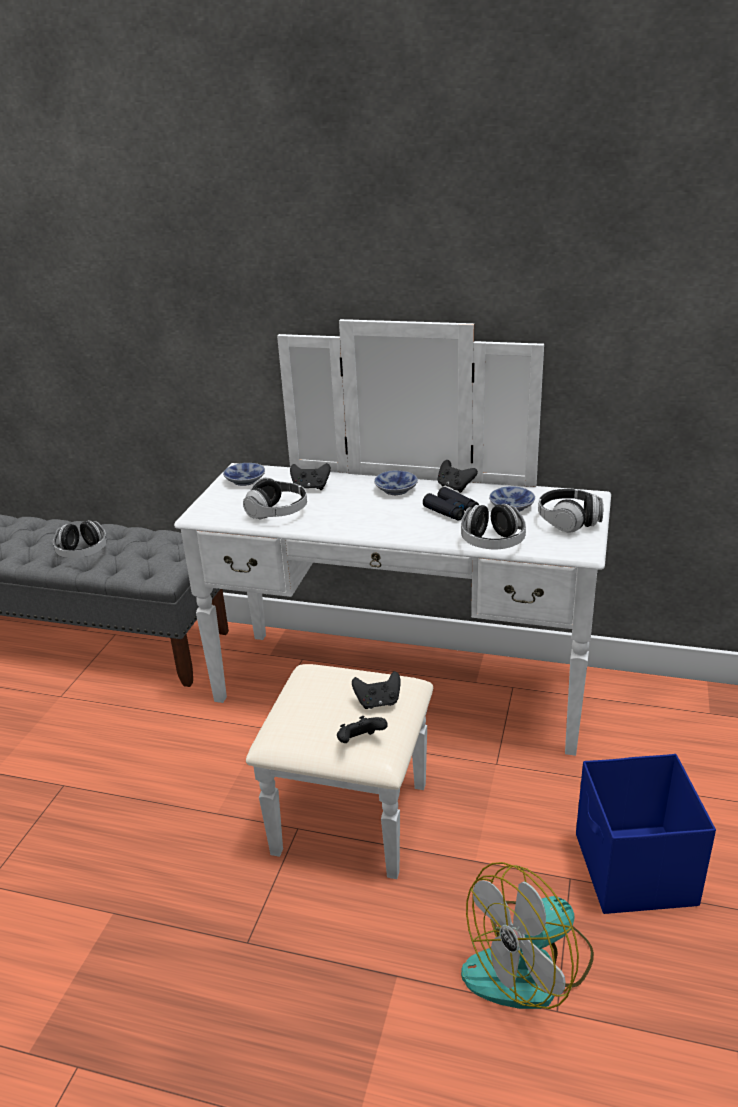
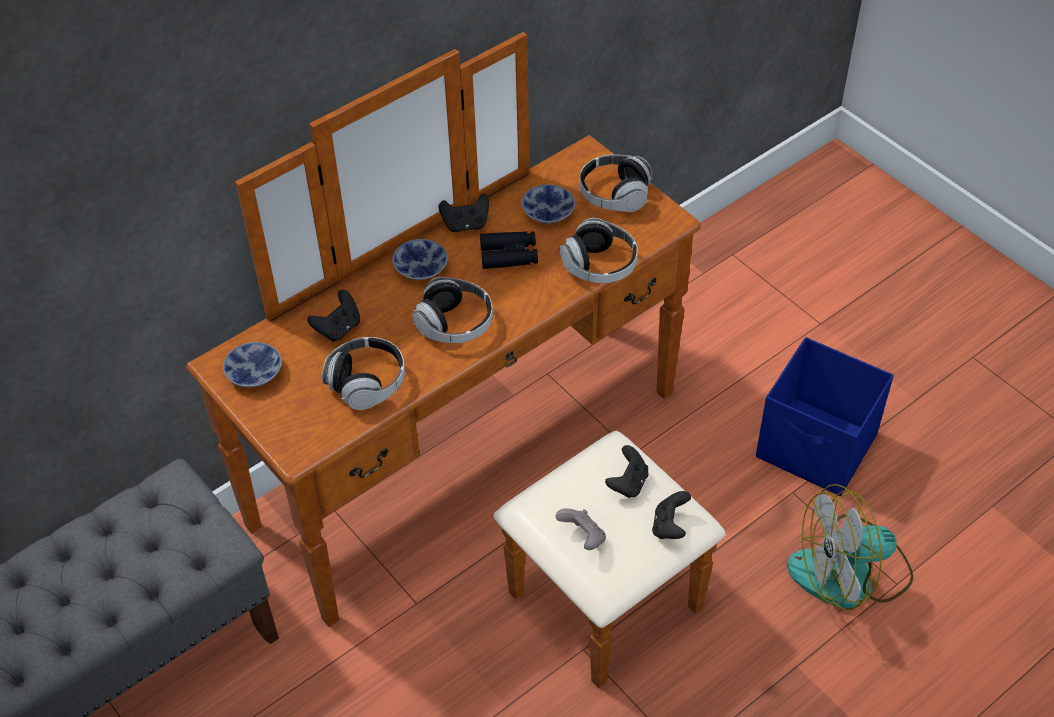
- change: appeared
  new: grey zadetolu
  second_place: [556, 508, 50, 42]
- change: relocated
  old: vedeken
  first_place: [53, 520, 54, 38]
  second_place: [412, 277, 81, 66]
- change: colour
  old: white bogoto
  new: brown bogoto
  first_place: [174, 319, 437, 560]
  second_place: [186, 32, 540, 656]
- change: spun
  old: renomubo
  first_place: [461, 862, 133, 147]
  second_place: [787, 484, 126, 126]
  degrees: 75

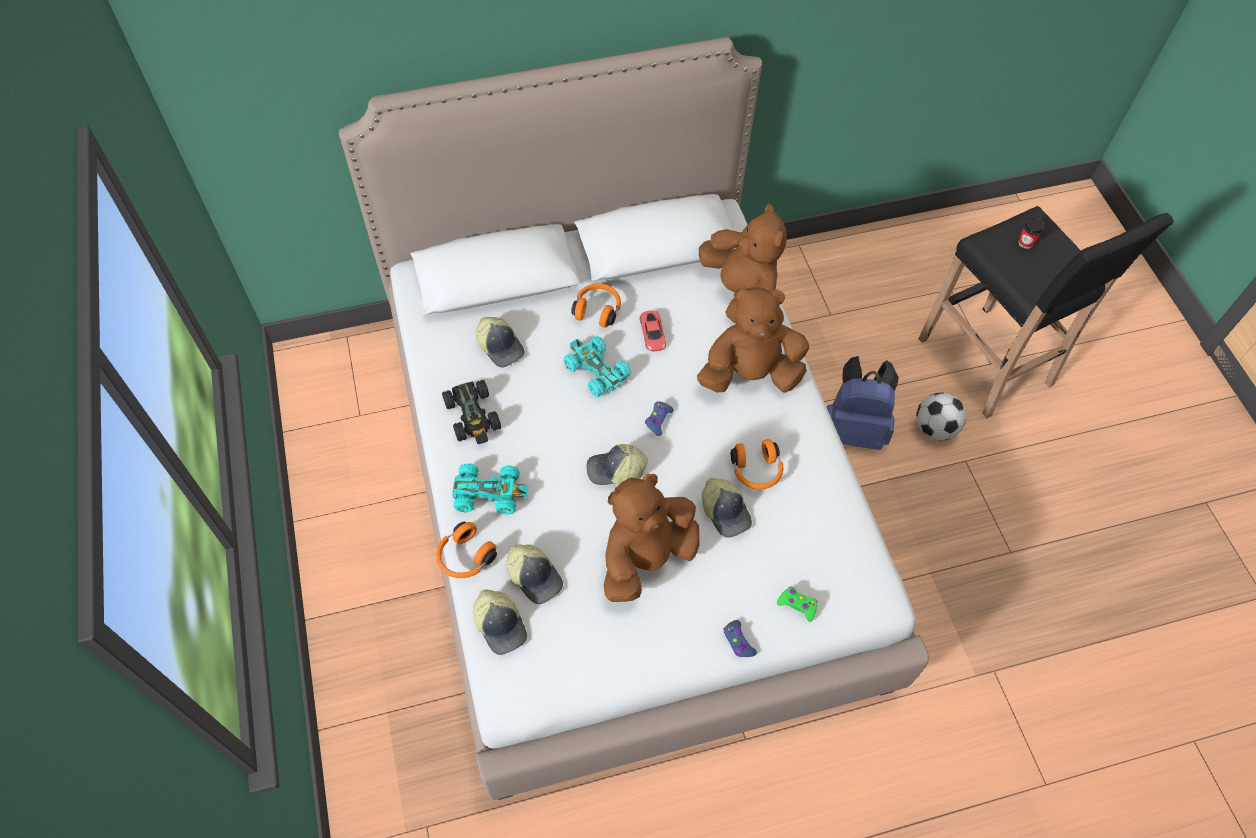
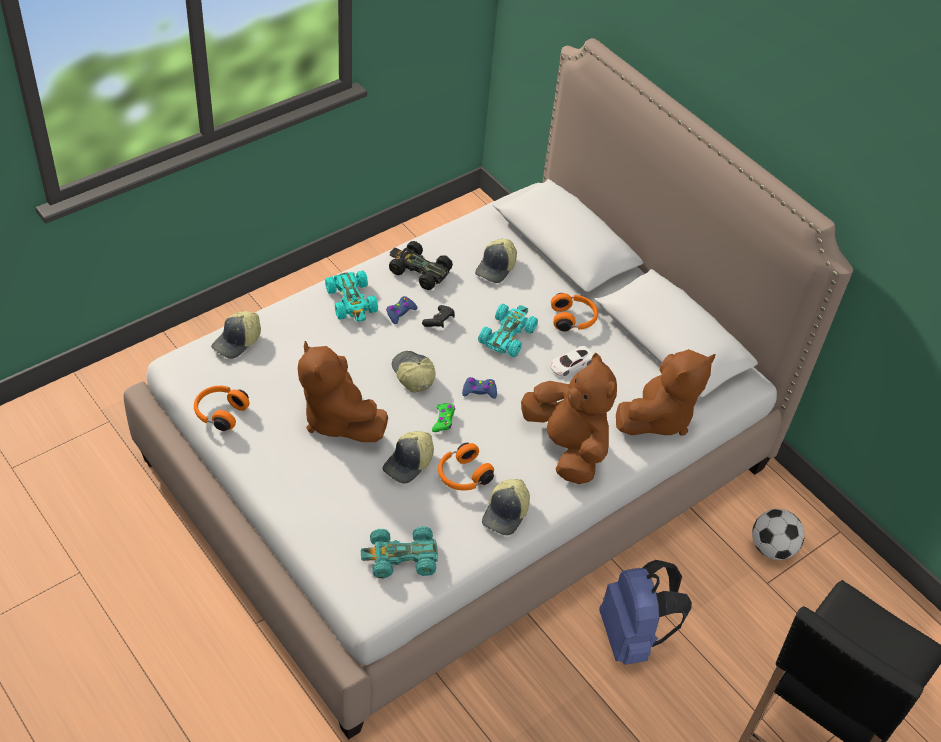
- change: missing
  old: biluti
  first_place: [1018, 218, 27, 31]
- change: appeared
  new: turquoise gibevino
  second_place: [361, 526, 77, 52]
- change: appeared
  new: black zadetolu
  second_place: [422, 305, 33, 23]
- change: relocated
  old: orange vedeken
  first_place: [436, 522, 61, 56]
  second_place: [194, 386, 56, 45]
- change: relocated
  old: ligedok
  first_place: [506, 545, 57, 59]
  second_place: [482, 479, 48, 56]
- change: relocated
  old: blue zadetolu
  first_place: [723, 620, 34, 37]
  second_place: [386, 296, 32, 28]
- change: relocated
  old: green zadetolu
  first_place: [777, 587, 40, 35]
  second_place: [432, 403, 23, 29]
- change: relocated
  old: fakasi
  first_place: [916, 393, 50, 47]
  second_place: [752, 509, 53, 51]
- change: colour
  old: red gibevino
  new: white gibevino
  first_place: [640, 310, 26, 41]
  second_place: [550, 346, 43, 30]
- change: spun
  old: black gibevino
  first_place: [442, 380, 59, 64]
  second_place: [389, 241, 64, 49]
  degrees: 75
- change: spun
  old: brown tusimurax
  first_place: [604, 474, 95, 128]
  second_place: [298, 341, 90, 101]
  degrees: -150

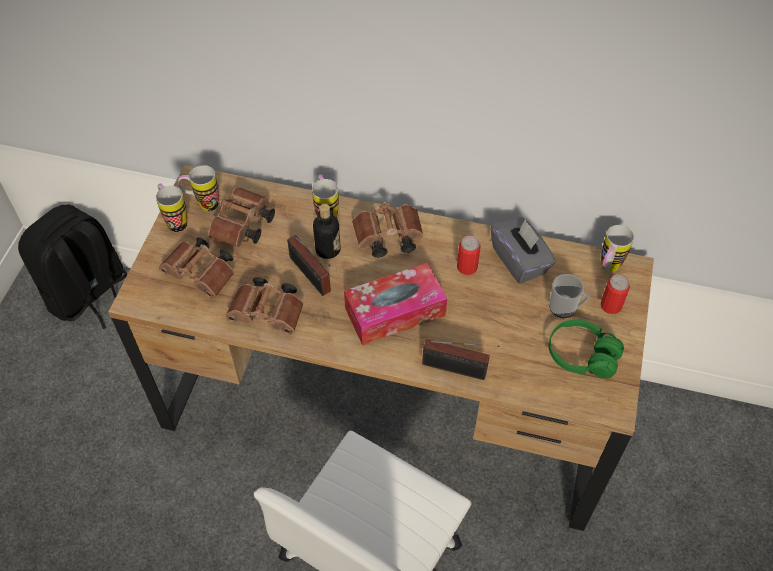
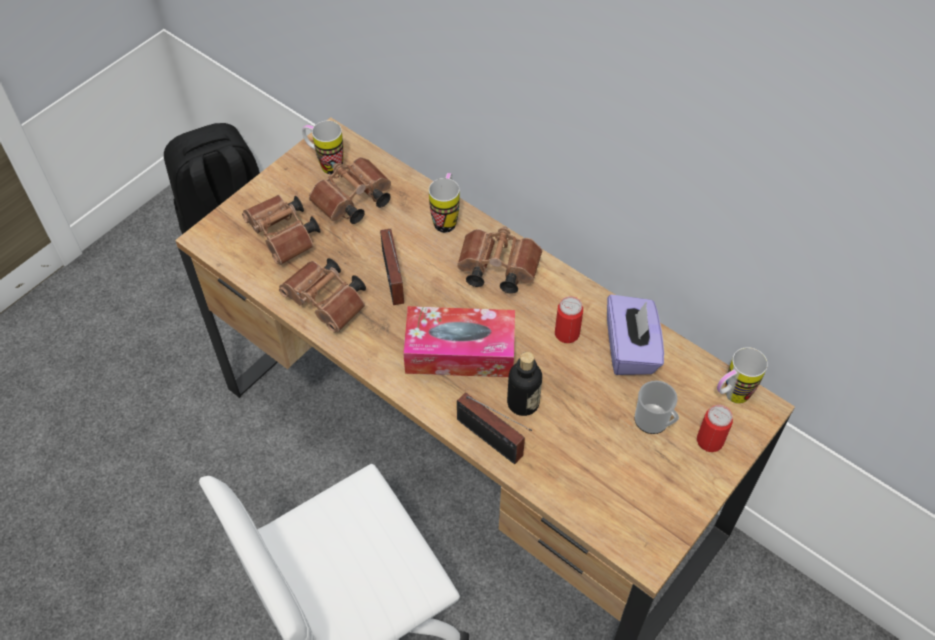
- change: missing
  old: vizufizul
  first_place: [156, 183, 31, 49]
- change: missing
  old: green vedeken
  first_place: [549, 319, 75, 60]
- change: relocated
  old: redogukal
  first_place: [313, 204, 28, 55]
  second_place: [507, 352, 35, 64]
- change: colour
  old: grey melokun
  new: purple melokun
  first_place: [490, 217, 66, 67]
  second_place: [607, 295, 57, 80]

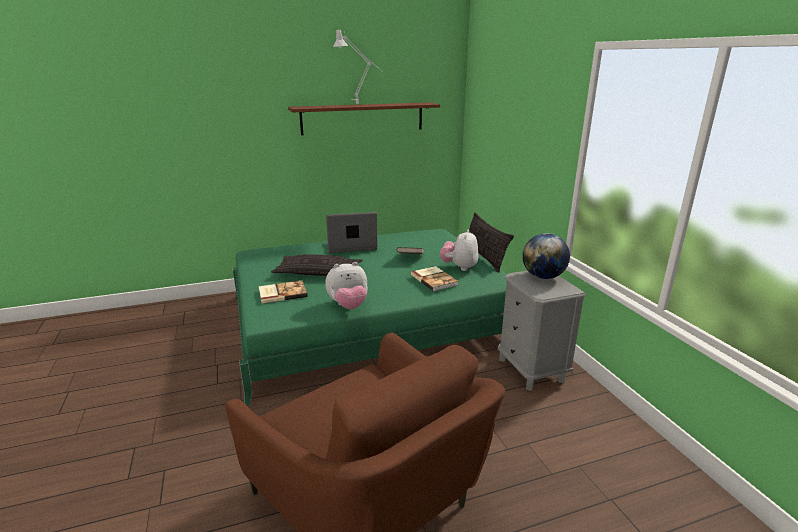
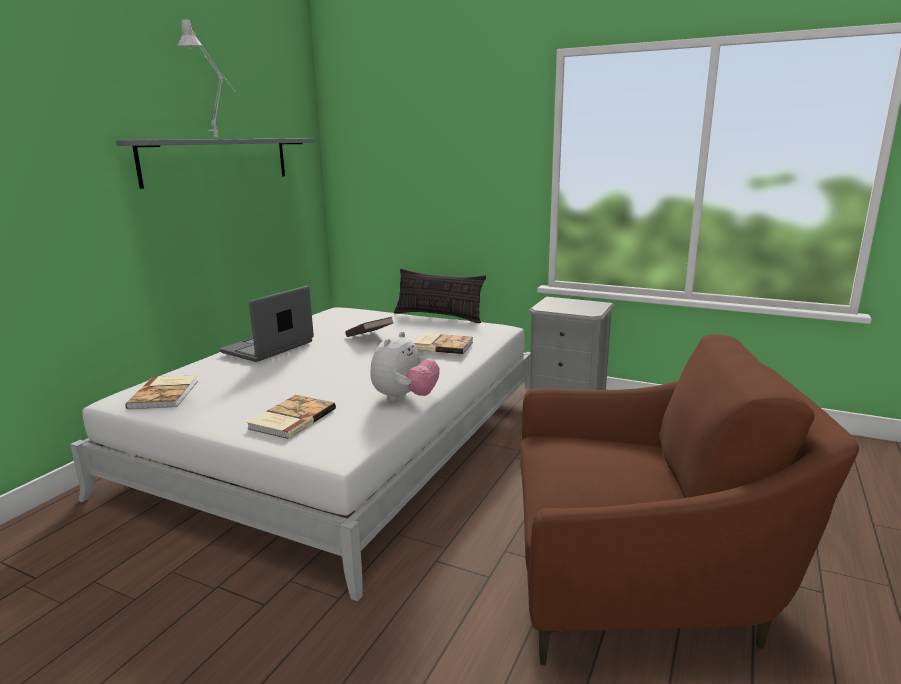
- change: missing
  old: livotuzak
  first_place: [271, 254, 92, 22]
- change: missing
  old: tusimurax
  first_place: [440, 229, 39, 42]
- change: missing
  old: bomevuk
  first_place: [522, 233, 48, 46]
- change: appeared
  new: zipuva
  second_place: [125, 375, 73, 35]
- change: colour
  old: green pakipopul
  new: white pakipopul
  first_place: [233, 229, 274, 177]
  second_place: [70, 307, 460, 295]
- change: colour
  old: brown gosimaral
  new: grey gosimaral
  first_place: [288, 102, 152, 33]
  second_place: [116, 138, 200, 51]

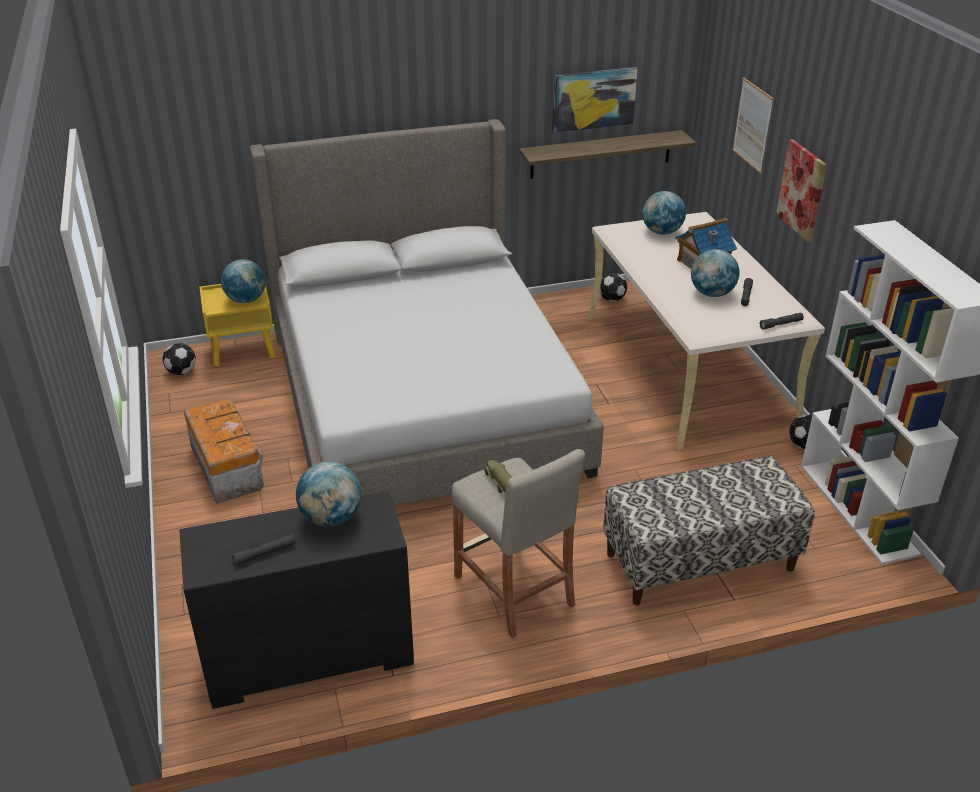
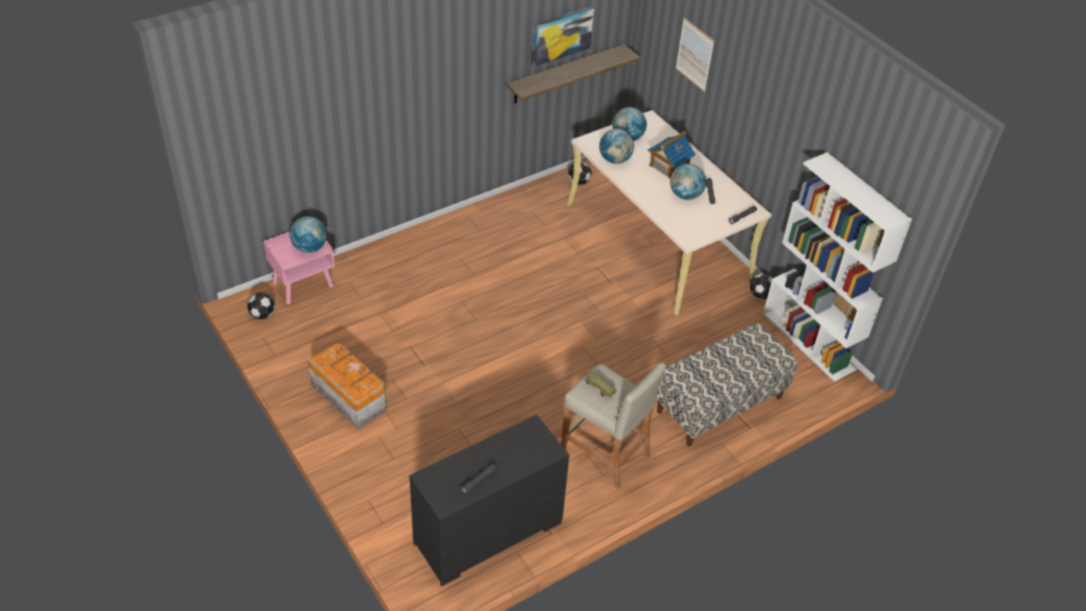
- change: missing
  old: pakipopul
  first_place: [250, 119, 354, 387]
- change: missing
  old: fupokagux
  first_place: [776, 139, 51, 104]
- change: relocated
  old: bomevuk
  first_place: [296, 462, 65, 65]
  second_place: [599, 129, 35, 35]
- change: colour
  old: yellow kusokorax
  new: pink kusokorax
  first_place: [200, 284, 75, 83]
  second_place: [263, 232, 72, 73]

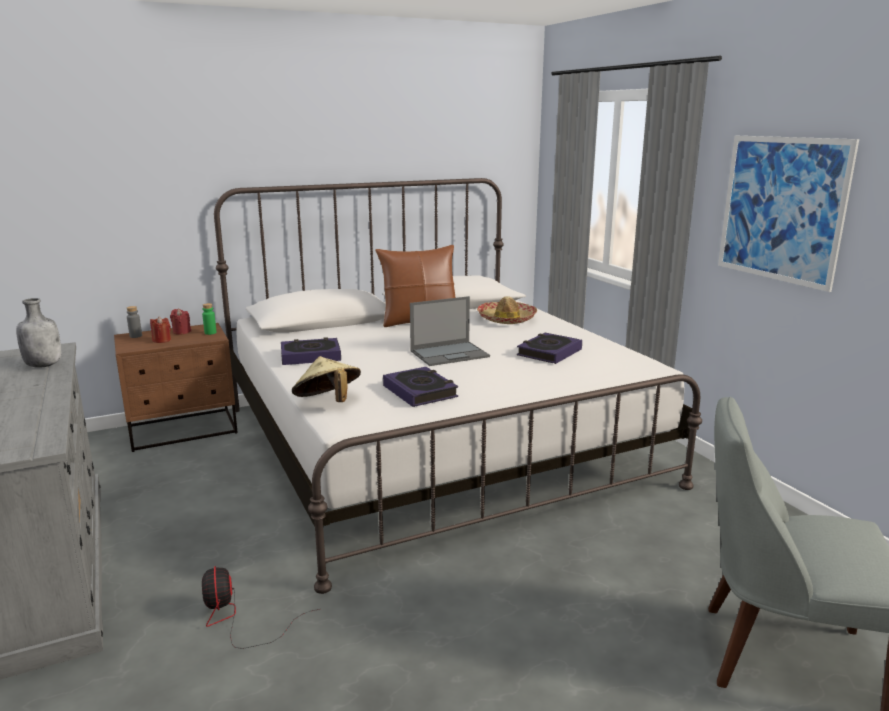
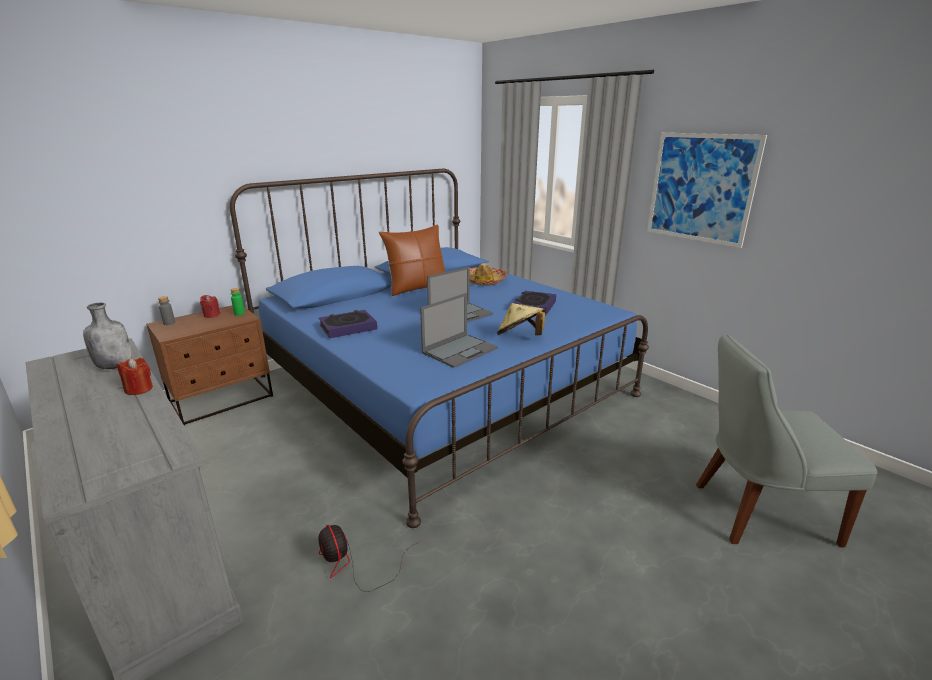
- change: relocated
  old: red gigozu
  first_place: [150, 316, 21, 27]
  second_place: [117, 358, 36, 37]
- change: relocated
  old: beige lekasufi
  first_place: [292, 356, 69, 46]
  second_place: [497, 303, 48, 32]
- change: exchanged
  old: zipuva
  new: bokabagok
  first_place: [383, 367, 75, 40]
  second_place: [420, 293, 78, 75]
- change: colour
  old: white pakipopul
  new: blue pakipopul
  first_place: [214, 178, 488, 416]
  second_place: [230, 169, 419, 359]

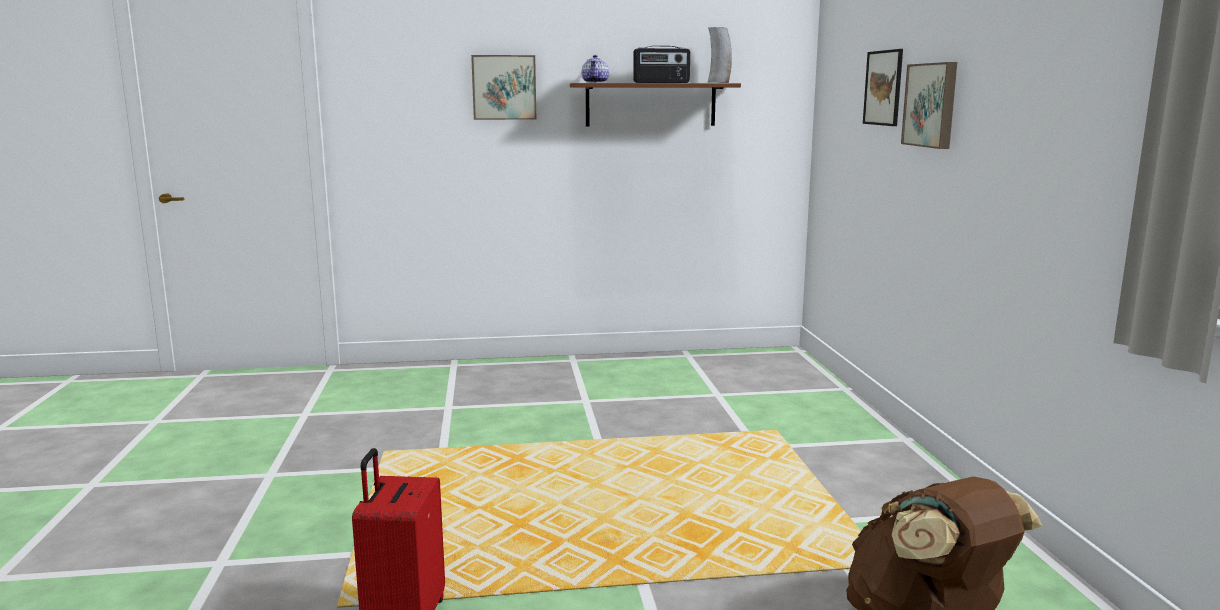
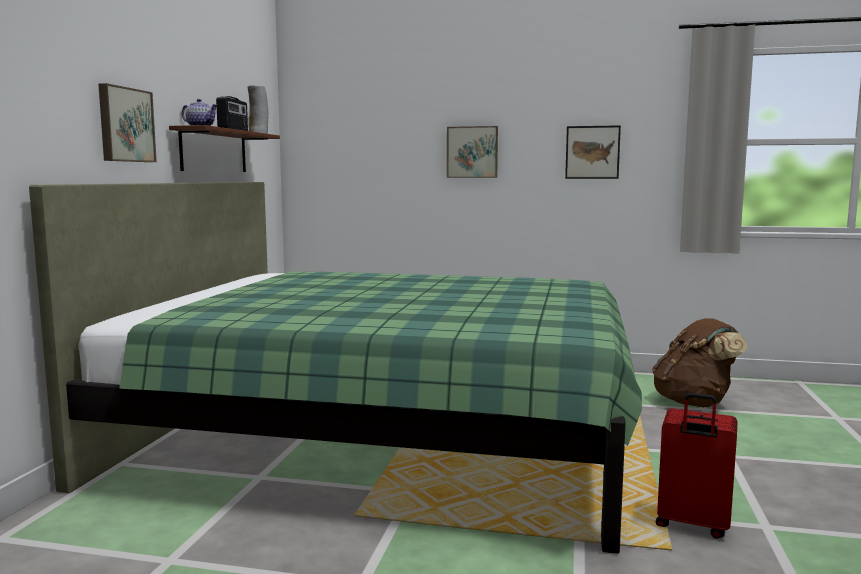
- change: appeared
  new: green pakipopul
  second_place: [29, 182, 613, 372]
- change: relocated
  old: fupokagux
  first_place: [863, 49, 40, 77]
  second_place: [565, 125, 56, 54]

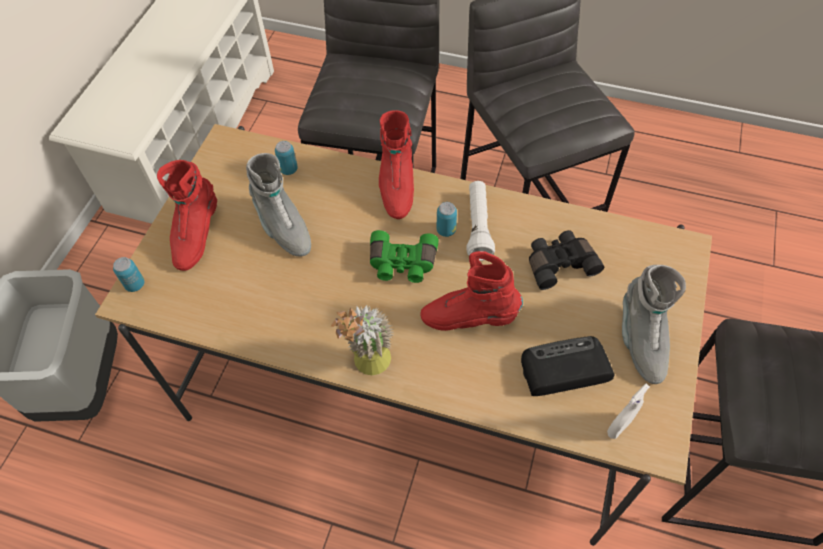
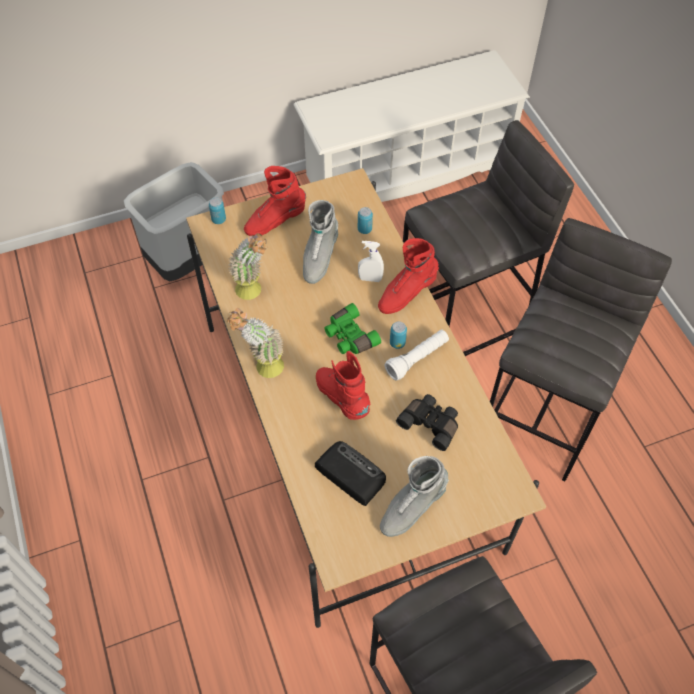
- change: appeared
  new: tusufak
  second_place: [229, 233, 39, 67]
- change: relocated
  old: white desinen
  first_place: [607, 384, 43, 55]
  second_place: [358, 241, 26, 41]

